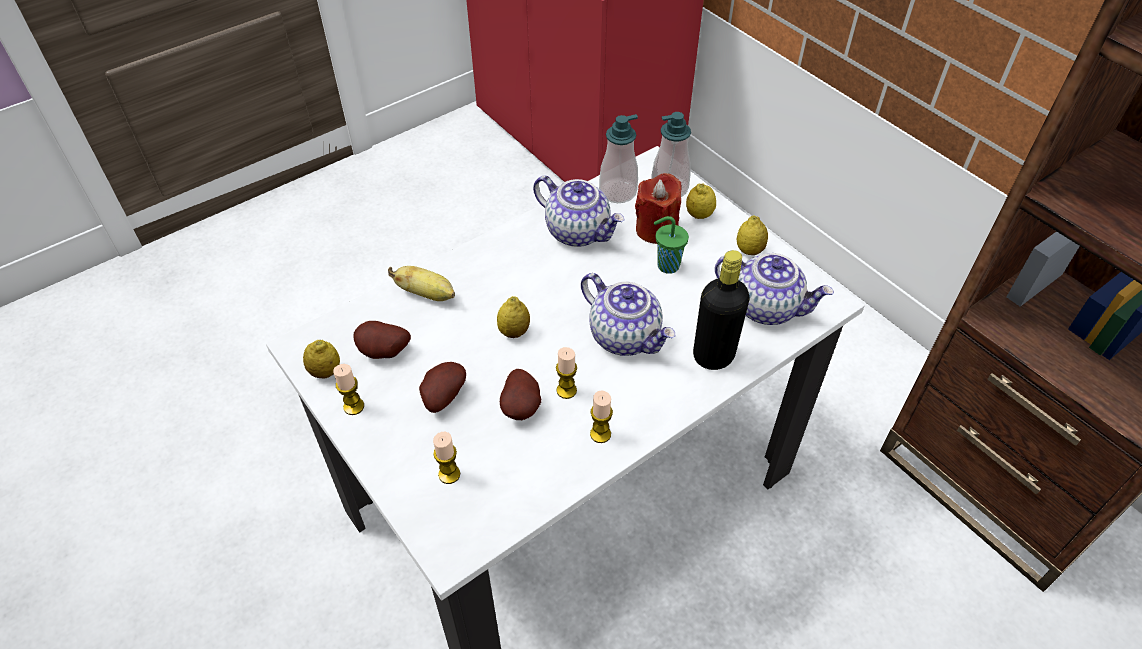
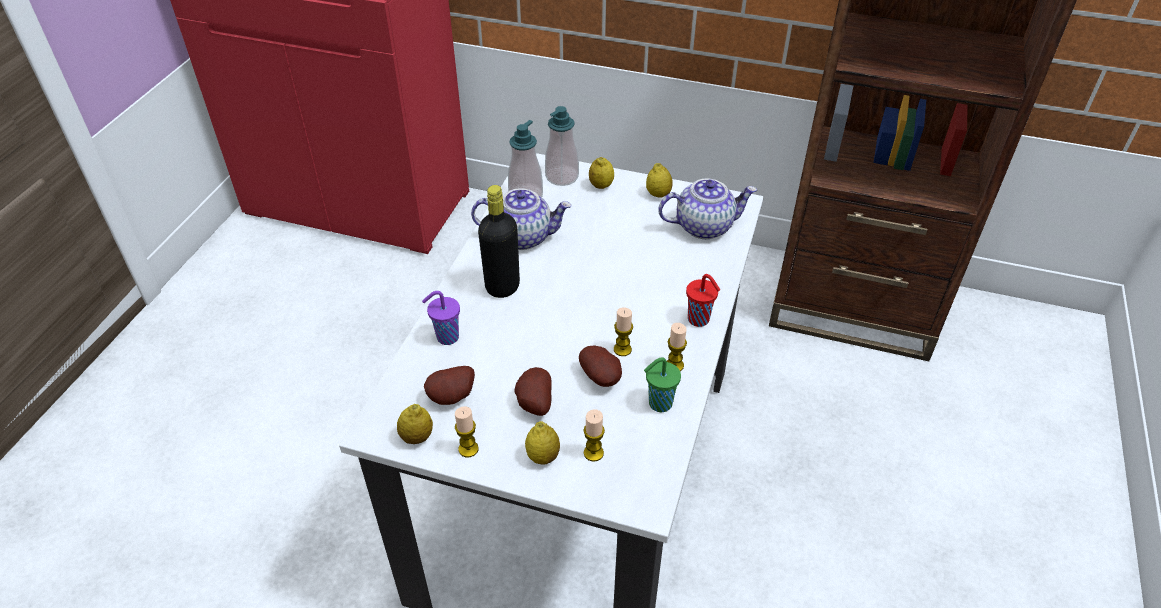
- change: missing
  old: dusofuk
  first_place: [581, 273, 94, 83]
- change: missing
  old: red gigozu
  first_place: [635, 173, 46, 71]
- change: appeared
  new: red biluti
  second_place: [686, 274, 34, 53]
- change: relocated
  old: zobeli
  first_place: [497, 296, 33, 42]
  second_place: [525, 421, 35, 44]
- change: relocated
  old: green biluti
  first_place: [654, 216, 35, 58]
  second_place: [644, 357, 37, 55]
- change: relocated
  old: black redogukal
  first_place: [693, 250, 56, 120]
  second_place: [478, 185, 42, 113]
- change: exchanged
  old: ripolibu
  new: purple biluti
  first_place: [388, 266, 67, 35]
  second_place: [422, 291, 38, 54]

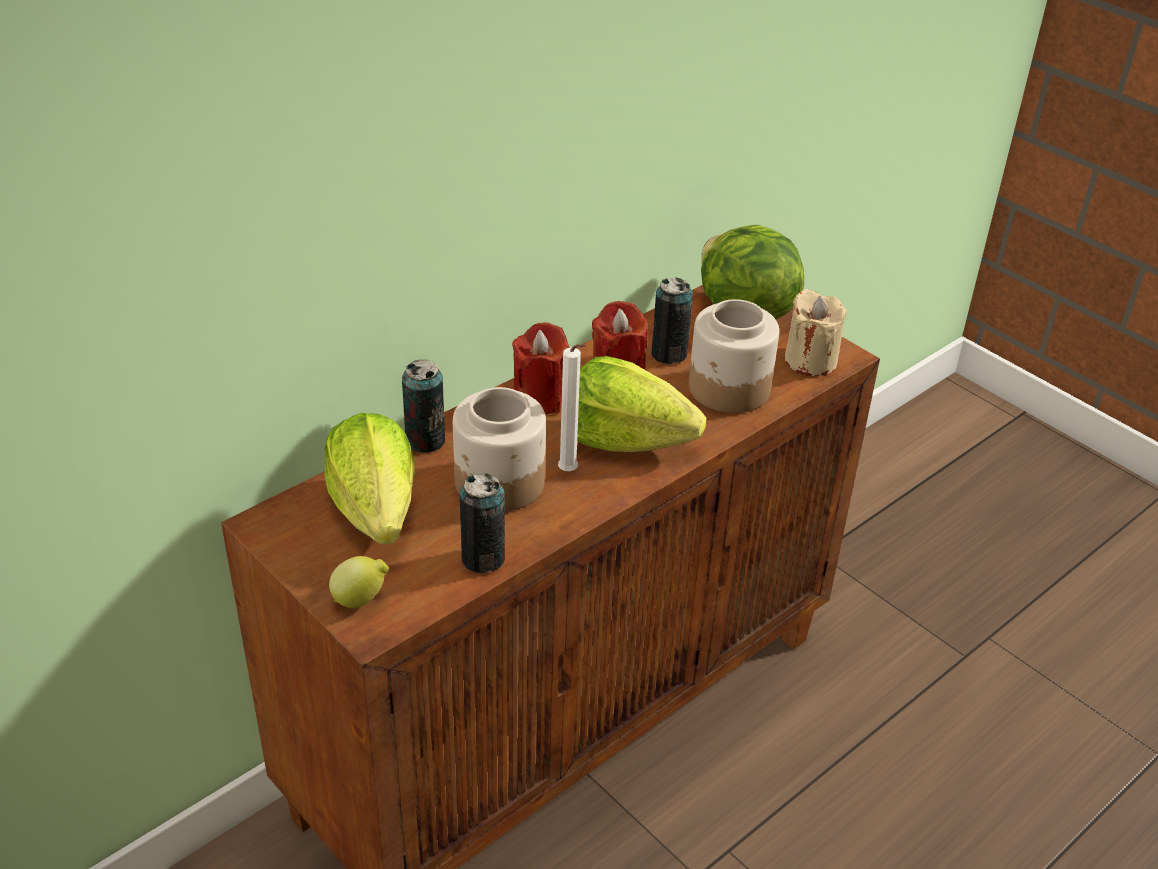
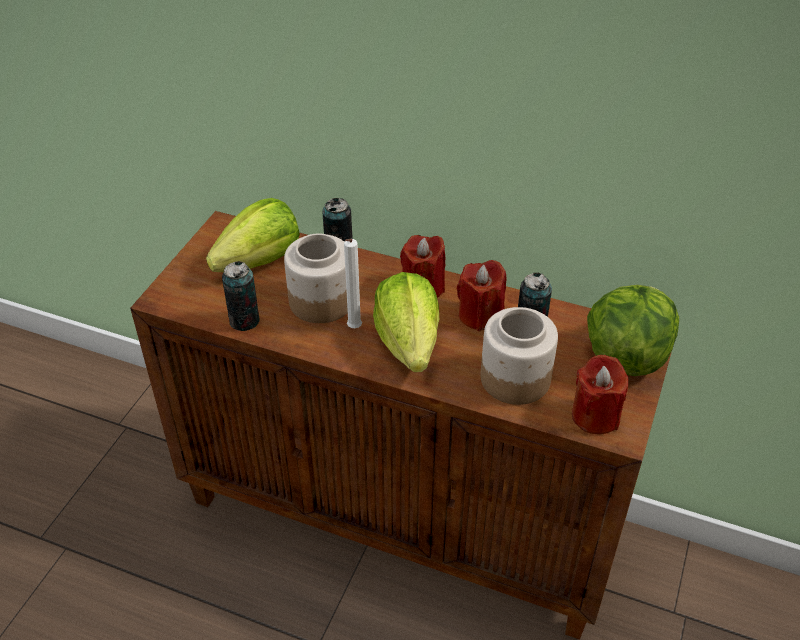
- change: missing
  old: zobeli
  first_place: [329, 556, 60, 52]
- change: colour
  old: beige gigozu
  new: red gigozu
  first_place: [785, 289, 62, 87]
  second_place: [572, 355, 56, 79]

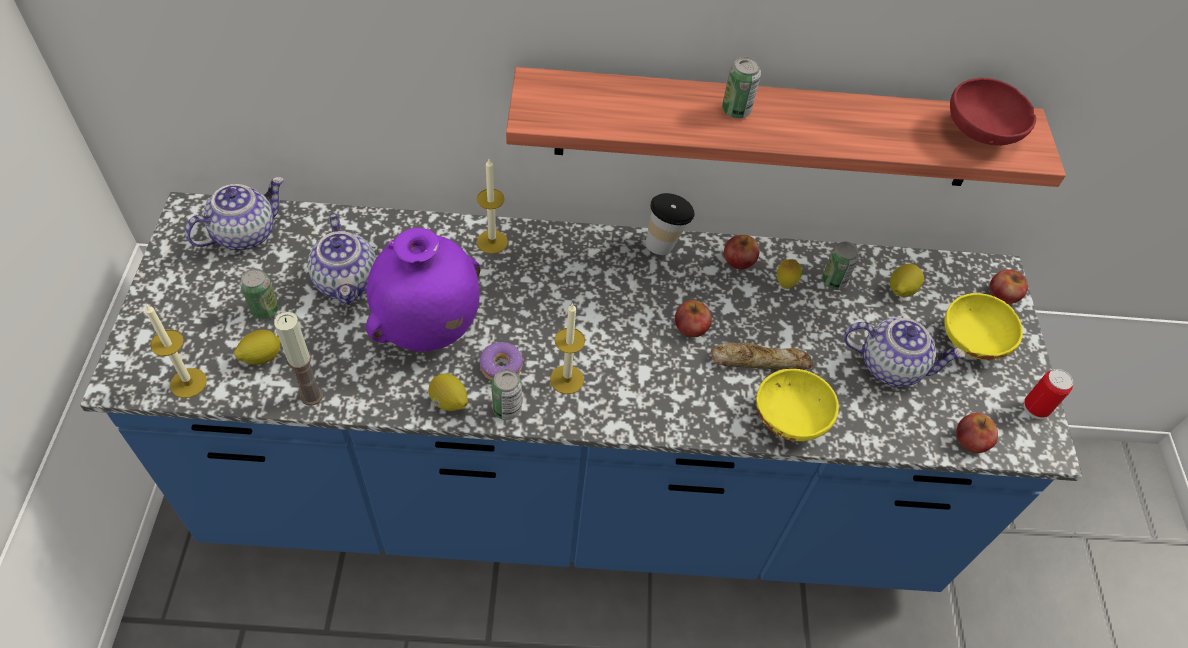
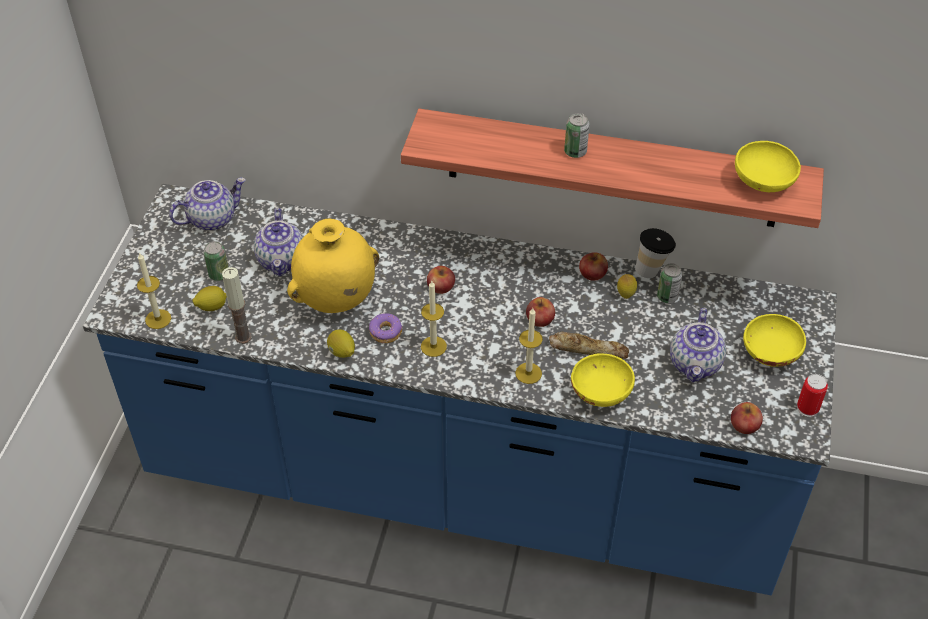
- change: missing
  old: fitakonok
  first_place: [491, 369, 31, 51]
- change: missing
  old: zobeli
  first_place: [890, 264, 34, 33]
- change: relocated
  old: gigozu
  first_place: [477, 159, 31, 95]
  second_place: [515, 308, 28, 76]
- change: relocated
  old: biluti
  first_place: [645, 193, 50, 62]
  second_place: [635, 228, 41, 50]
- change: relocated
  old: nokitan
  first_place: [990, 269, 38, 35]
  second_place: [427, 266, 28, 28]
- change: colour
  old: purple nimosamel
  new: yellow nimosamel
  first_place: [366, 228, 114, 123]
  second_place: [287, 219, 92, 94]
- change: colour
  old: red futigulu
  new: yellow futigulu
  first_place: [950, 78, 86, 68]
  second_place: [735, 141, 66, 51]
- change: spun
  old: dusofuk
  first_place: [844, 317, 121, 70]
  second_place: [670, 308, 56, 74]
  degrees: 75

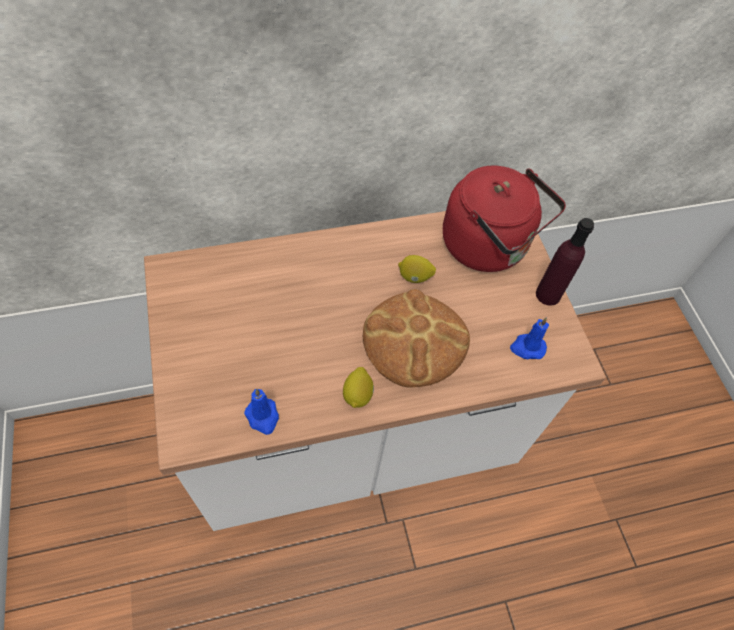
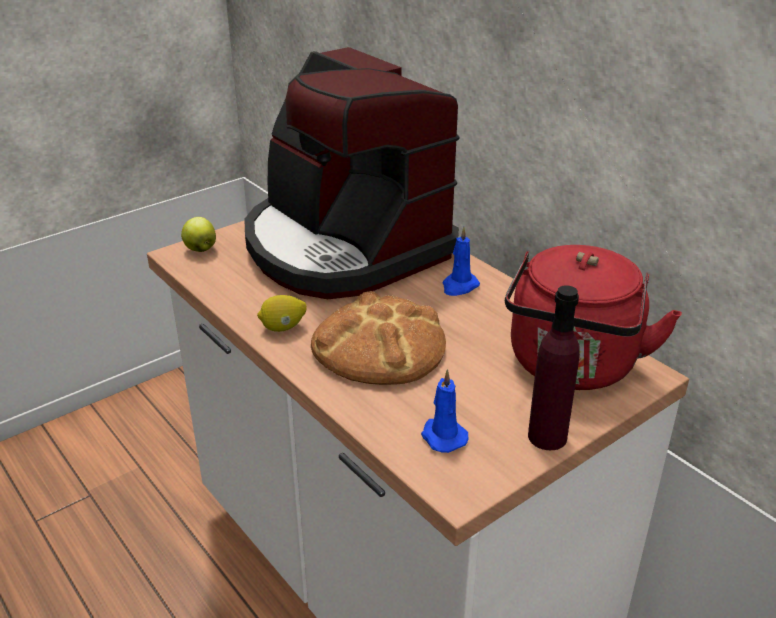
- change: missing
  old: zobeli
  first_place: [398, 255, 38, 28]
- change: appeared
  new: nokitan
  second_place: [181, 217, 35, 35]
- change: appeared
  new: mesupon
  second_place: [244, 47, 216, 252]
- change: relocated
  old: blue gigozu
  first_place: [244, 389, 35, 46]
  second_place: [443, 227, 37, 69]

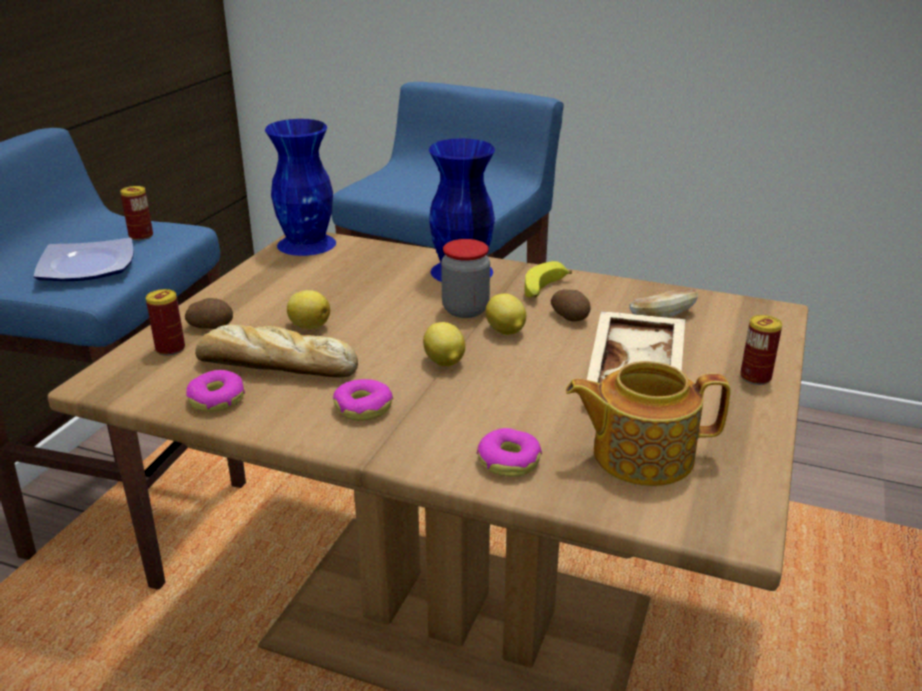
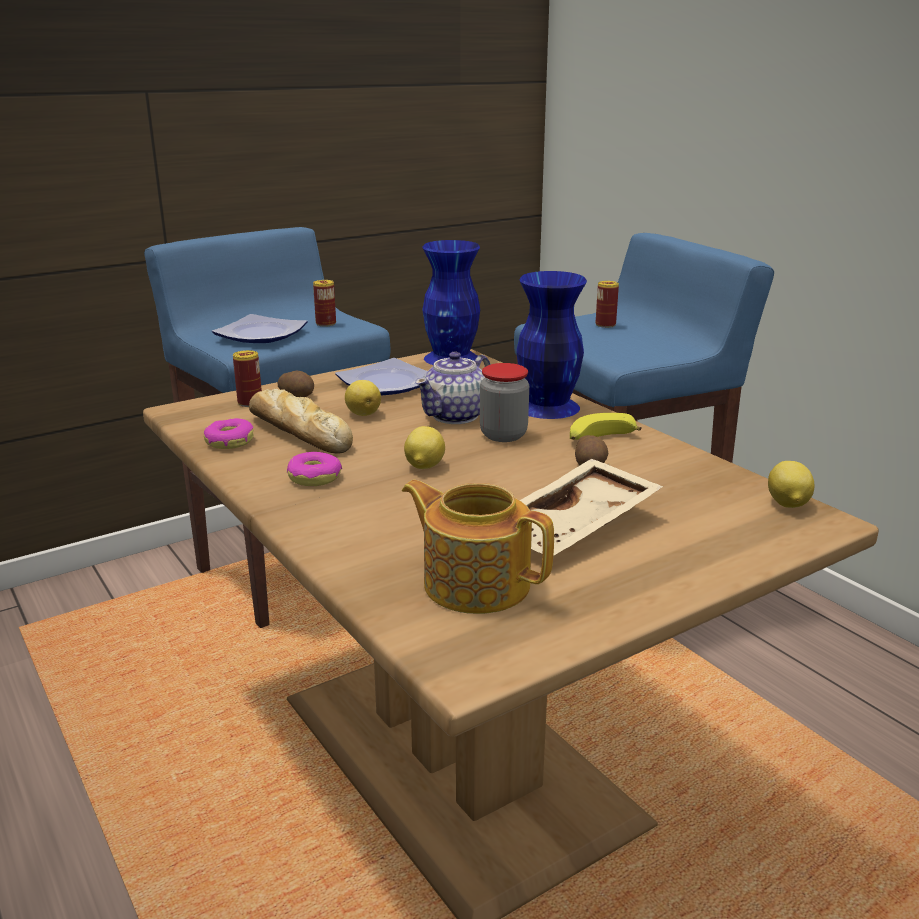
- change: missing
  old: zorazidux
  first_place: [477, 428, 65, 49]
- change: missing
  old: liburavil
  first_place: [629, 289, 69, 29]
- change: appeared
  new: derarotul
  second_place: [335, 358, 92, 37]
- change: appeared
  new: dusofuk
  second_place: [415, 352, 76, 72]
- change: relocated
  old: zobeli
  first_place: [486, 294, 40, 41]
  second_place: [768, 461, 47, 47]
- change: relocated
  old: fitakonok
  first_place: [740, 315, 42, 70]
  second_place: [596, 281, 23, 47]

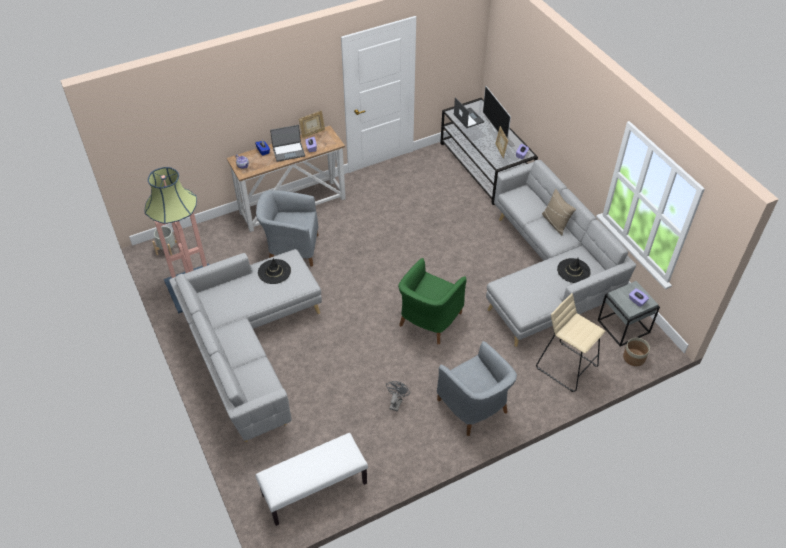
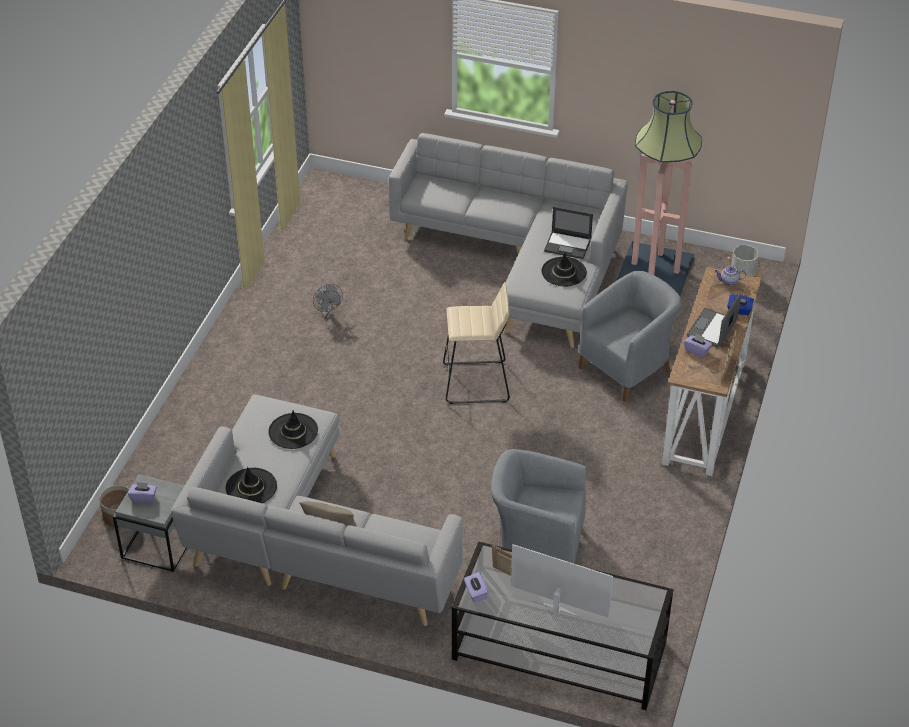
- change: missing
  old: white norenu
  first_place: [256, 433, 112, 93]
- change: missing
  old: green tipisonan
  first_place: [398, 258, 69, 86]
- change: appeared
  new: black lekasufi
  second_place: [268, 410, 50, 39]
- change: relocated
  old: grey tipisonan
  first_place: [437, 341, 80, 95]
  second_place: [491, 449, 95, 115]
- change: relocated
  old: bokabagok
  first_place: [454, 97, 30, 31]
  second_place: [544, 207, 49, 52]
- change: relocated
  old: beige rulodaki
  first_place: [536, 293, 69, 99]
  second_place: [443, 282, 67, 122]

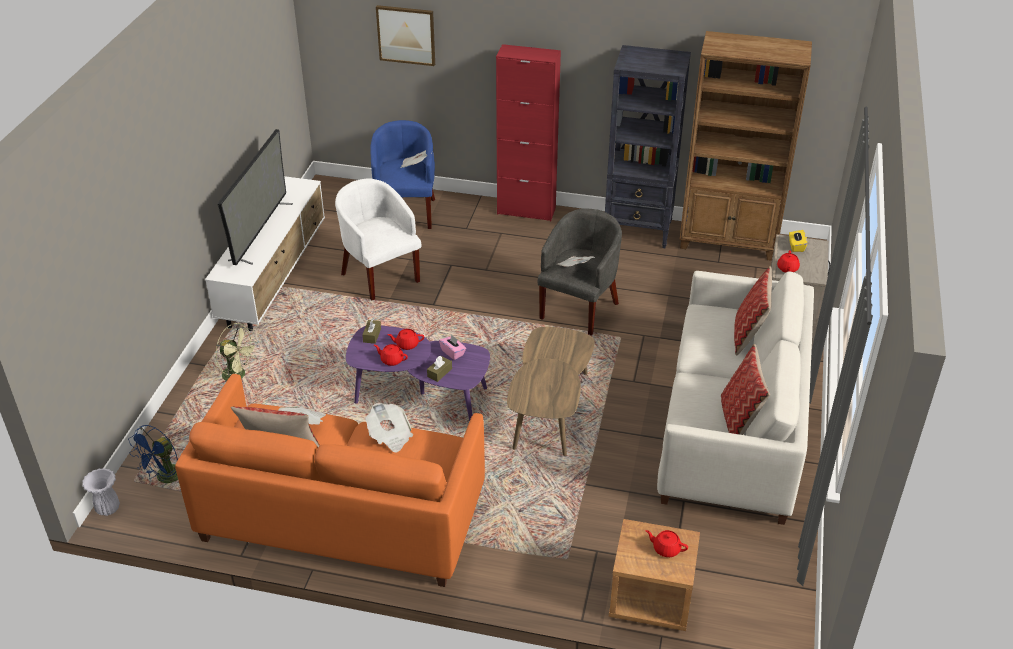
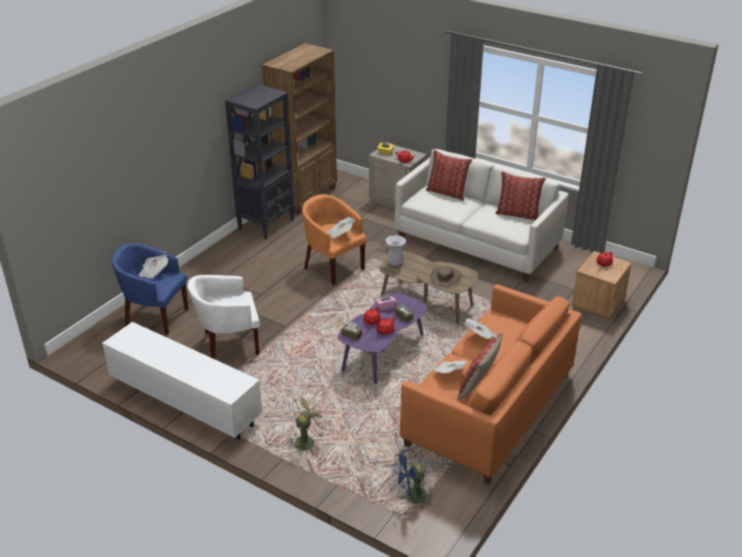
- change: missing
  old: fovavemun
  first_place: [218, 129, 75, 136]
- change: missing
  old: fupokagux
  first_place: [376, 5, 59, 61]
- change: missing
  old: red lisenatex
  first_place: [496, 44, 65, 177]
- change: appeared
  new: brown lekasufi
  second_place: [430, 266, 32, 21]
- change: relocated
  old: white nimosamel
  first_place: [82, 468, 38, 48]
  second_place: [385, 235, 21, 31]
- change: colour
  old: grey tipisonan
  new: orange tipisonan
  first_place: [538, 208, 84, 127]
  second_place: [302, 194, 65, 91]
- change: spun
  old: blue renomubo
  first_place: [128, 425, 50, 58]
  second_place: [392, 449, 43, 60]
  degrees: 105

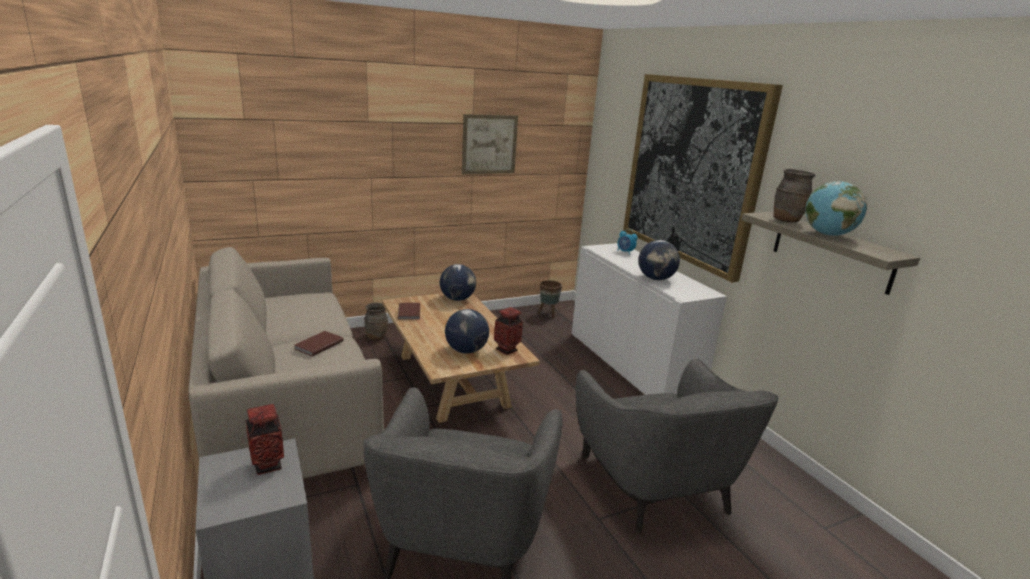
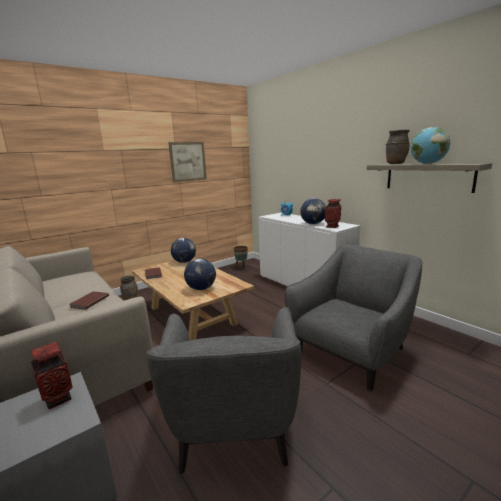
- change: missing
  old: fupokagux
  first_place: [623, 74, 160, 208]
- change: relocated
  old: nimosamel
  first_place: [494, 307, 29, 48]
  second_place: [325, 199, 16, 29]
- change: spun
  old: grey tipisonan
  first_place: [576, 359, 203, 174]
  second_place: [285, 245, 137, 146]
  degrees: -105

